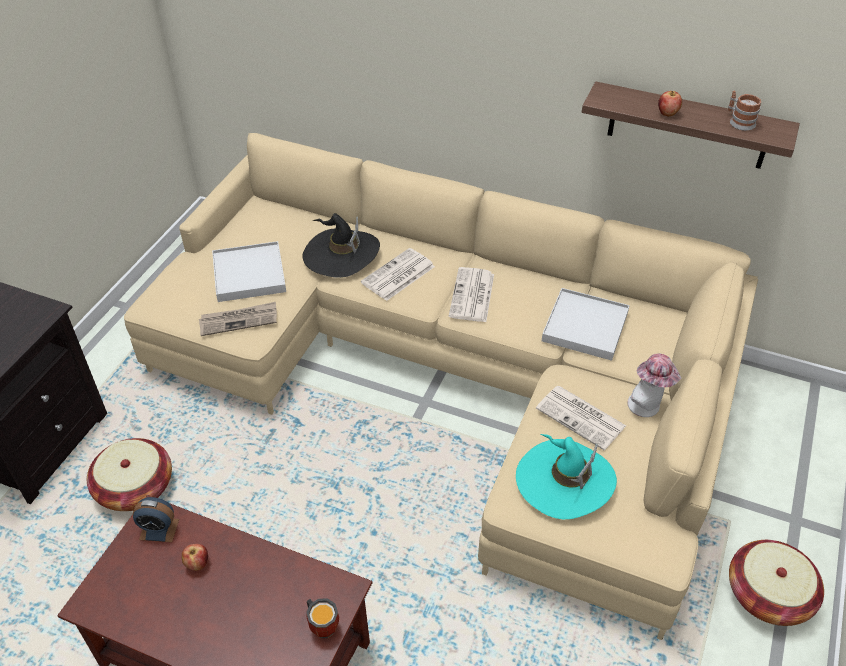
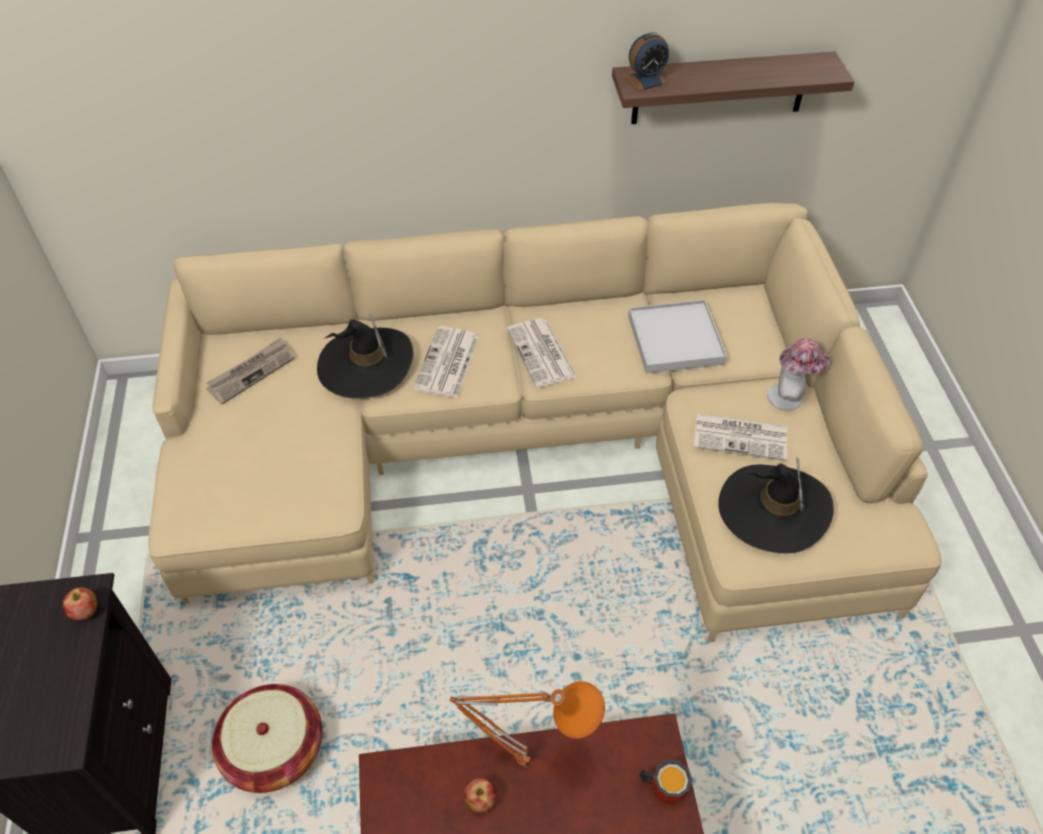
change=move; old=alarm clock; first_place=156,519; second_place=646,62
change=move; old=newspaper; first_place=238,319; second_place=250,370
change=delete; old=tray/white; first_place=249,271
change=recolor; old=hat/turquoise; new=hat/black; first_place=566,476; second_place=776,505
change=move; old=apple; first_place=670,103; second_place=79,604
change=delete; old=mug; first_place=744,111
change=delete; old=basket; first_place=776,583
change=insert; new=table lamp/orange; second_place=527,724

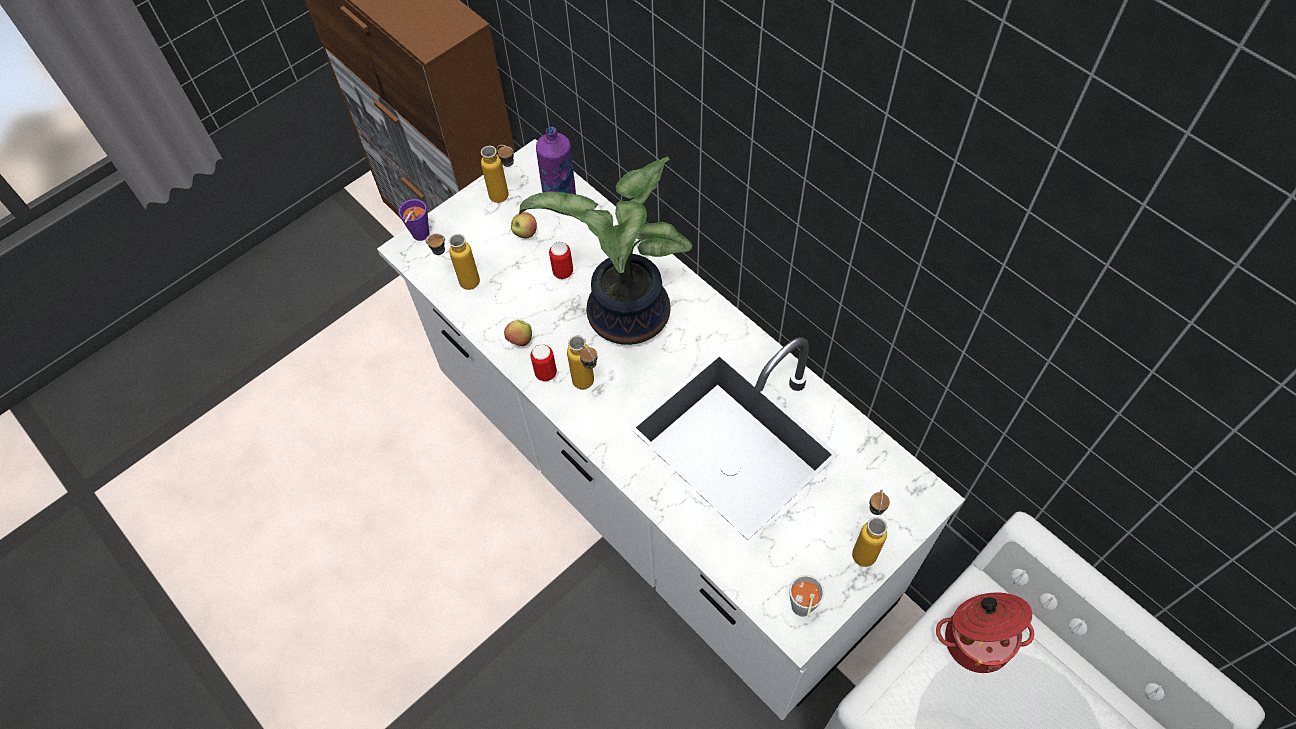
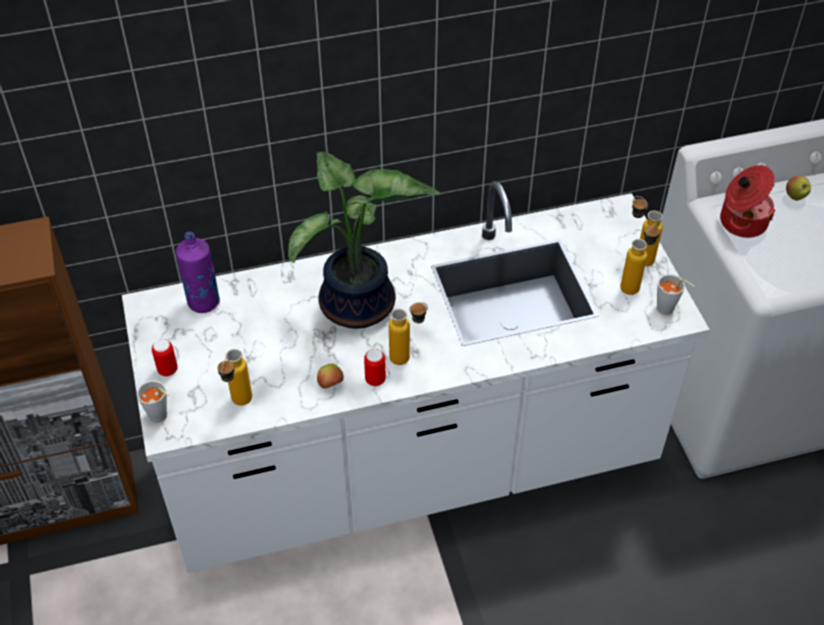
change=recolor; old=cup/purple; new=cup/grey; first_place=414,220; second_place=153,401
change=move; old=bottle; first_place=497,174; second_place=640,259
change=move; old=apple; first_place=524,225; second_place=798,188
change=move; old=can; first_place=561,260; second_place=165,357

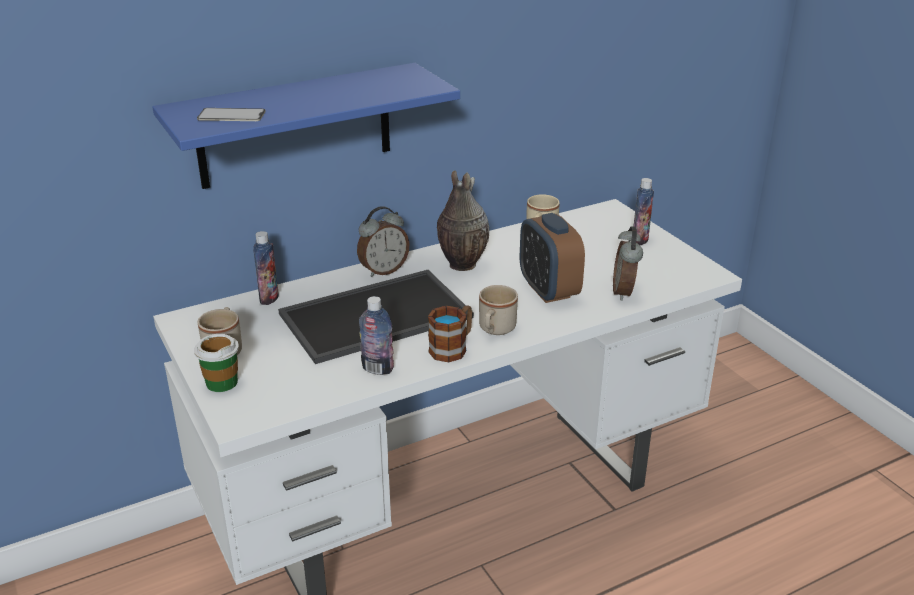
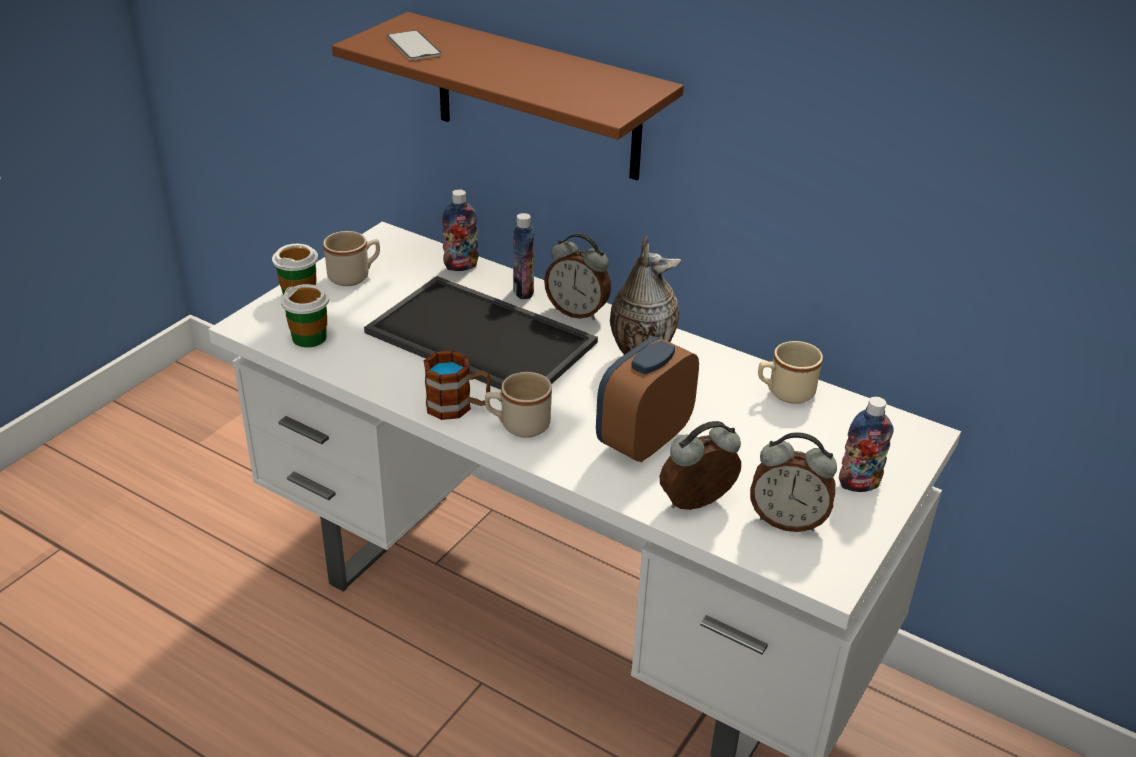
change=recolor; old=shelf/blue; new=shelf/brown; first_place=306,126; second_place=508,96
change=move; old=bottle; first_place=376,335; second_place=523,256
change=insert; new=cup; second_place=305,316
change=insert; new=alarm clock; second_place=793,482

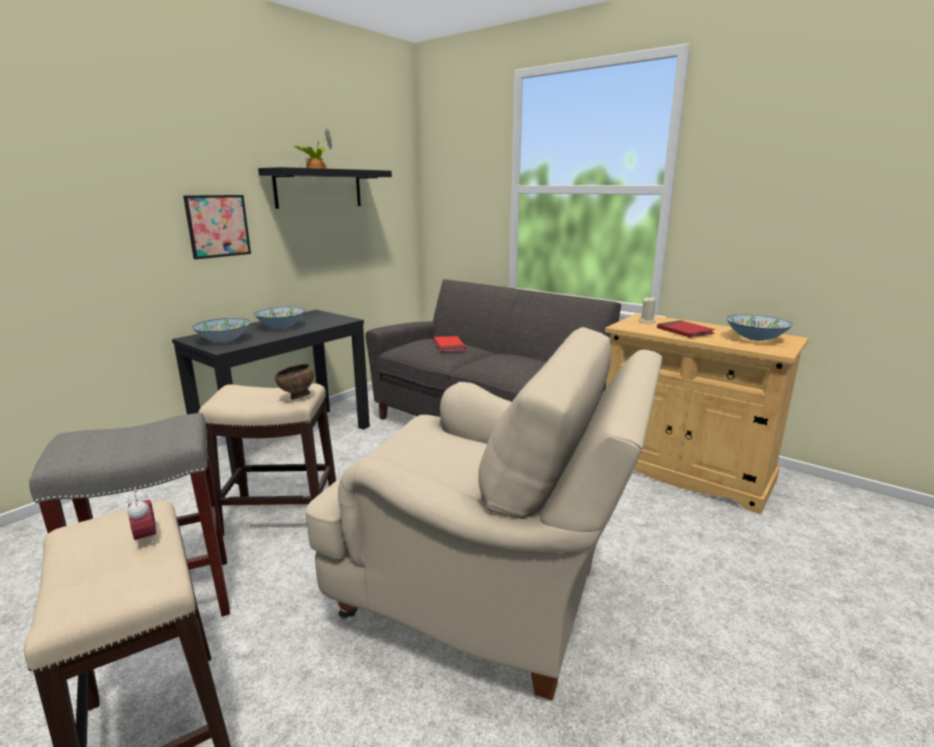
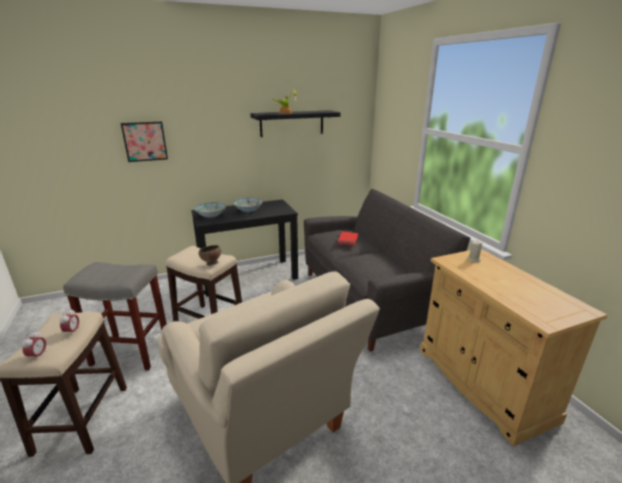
change=move; old=picture; first_place=217,227; second_place=144,142
change=delete; old=book/red; first_place=686,329
change=delete; old=bowl; first_place=759,328
change=insert; new=alarm clock; second_place=34,346

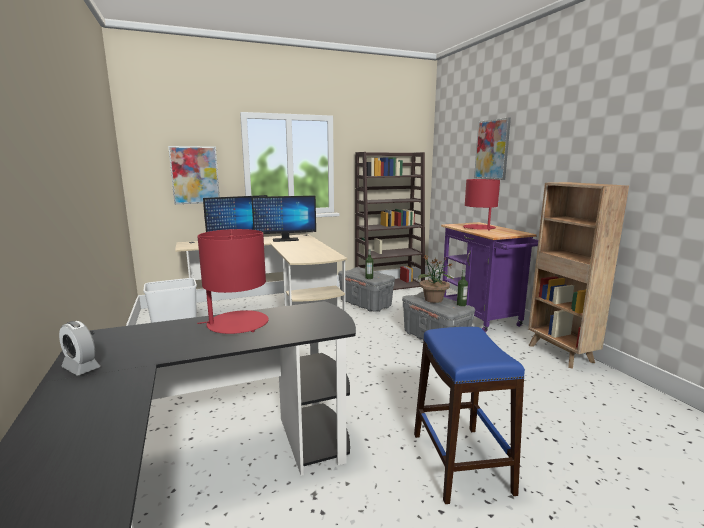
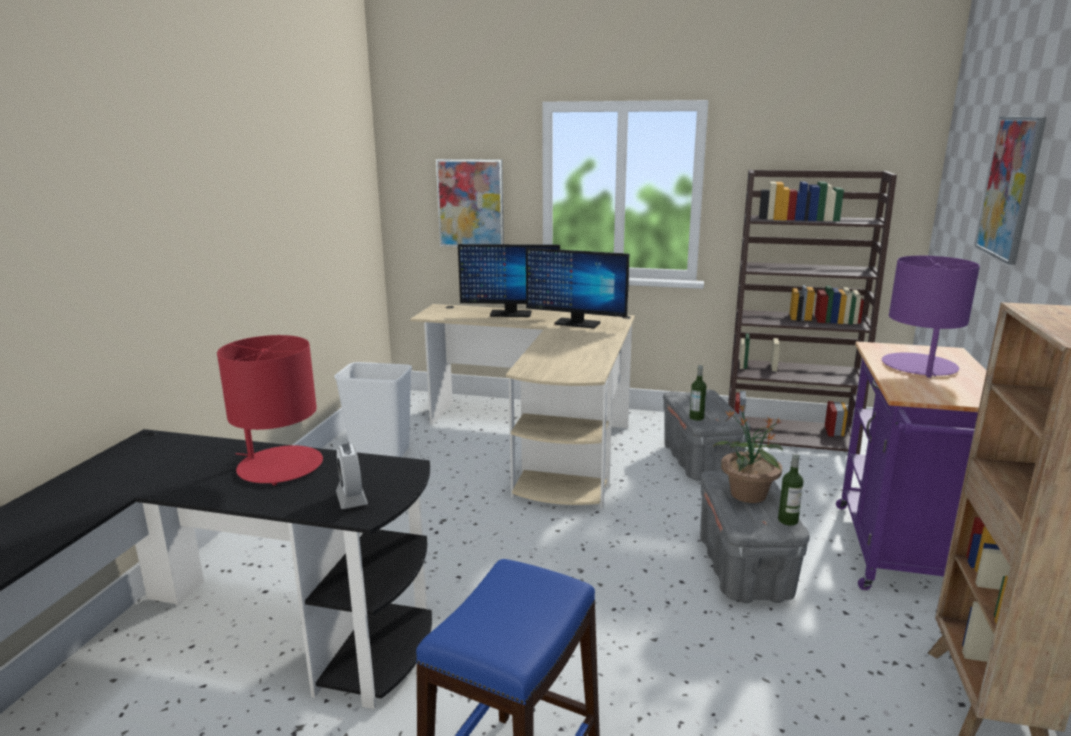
change=move; old=alarm clock; first_place=80,348; second_place=352,476
change=recolor; old=table lamp/red; new=table lamp/purple; first_place=481,205; second_place=931,317

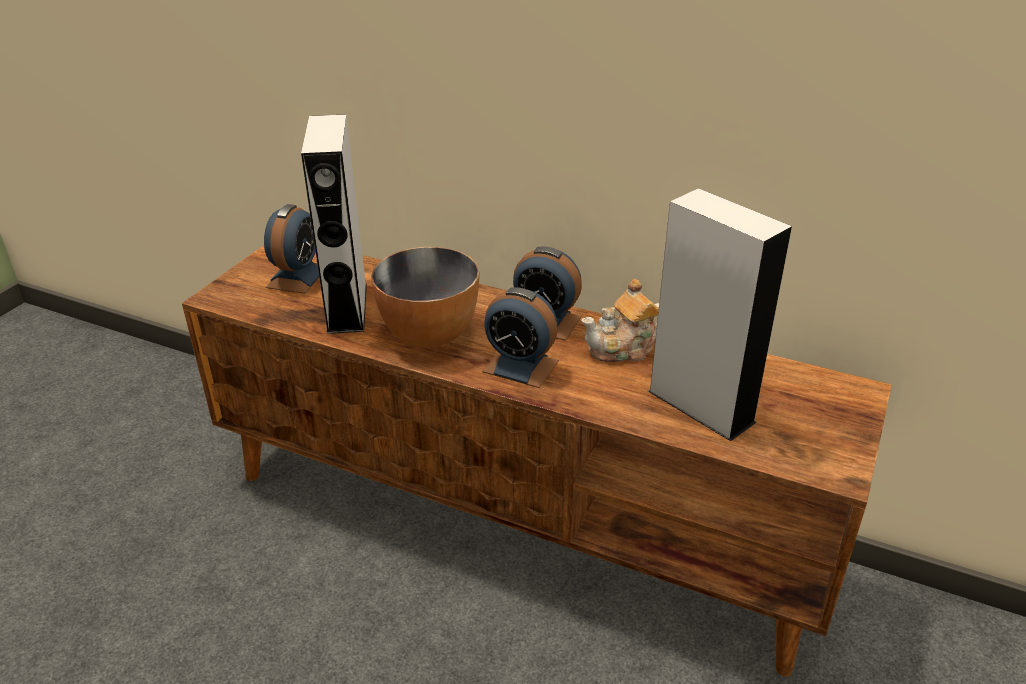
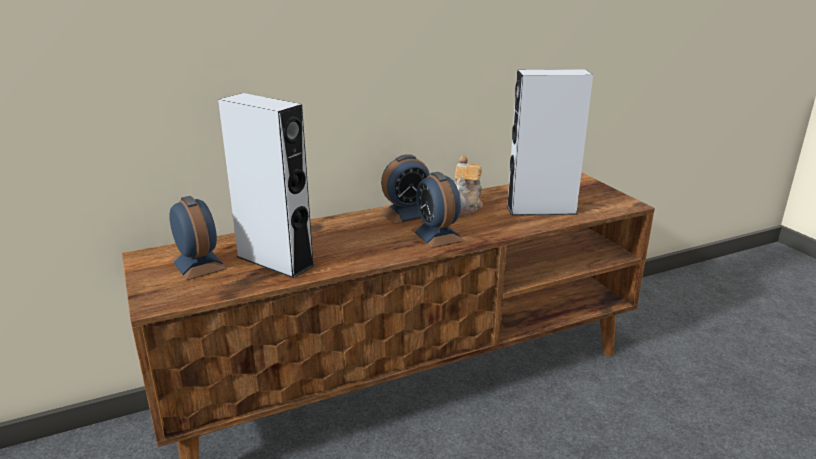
change=delete; old=bowl; first_place=425,297
change=rotate; old=alarm clock; first_place=520,337; second_place=437,210; degrees=90

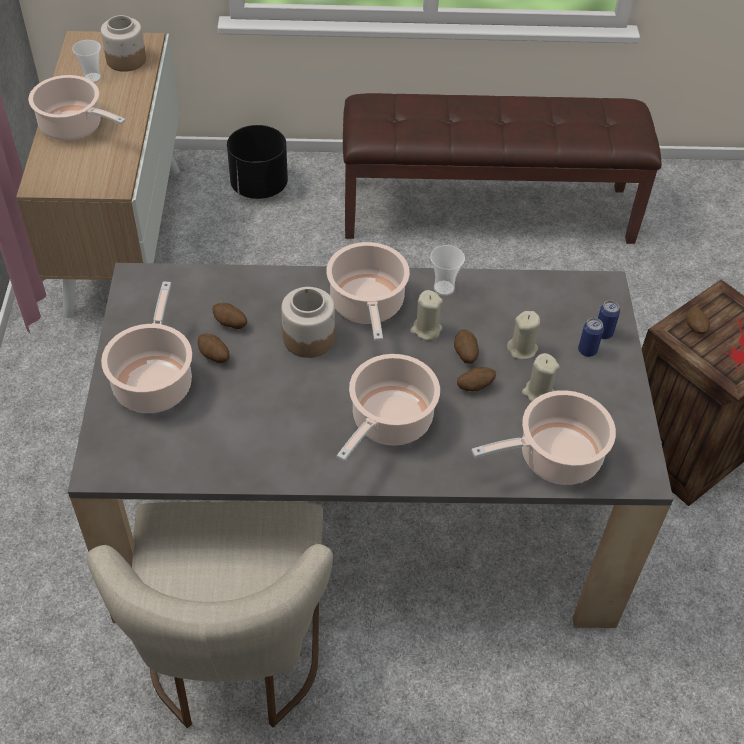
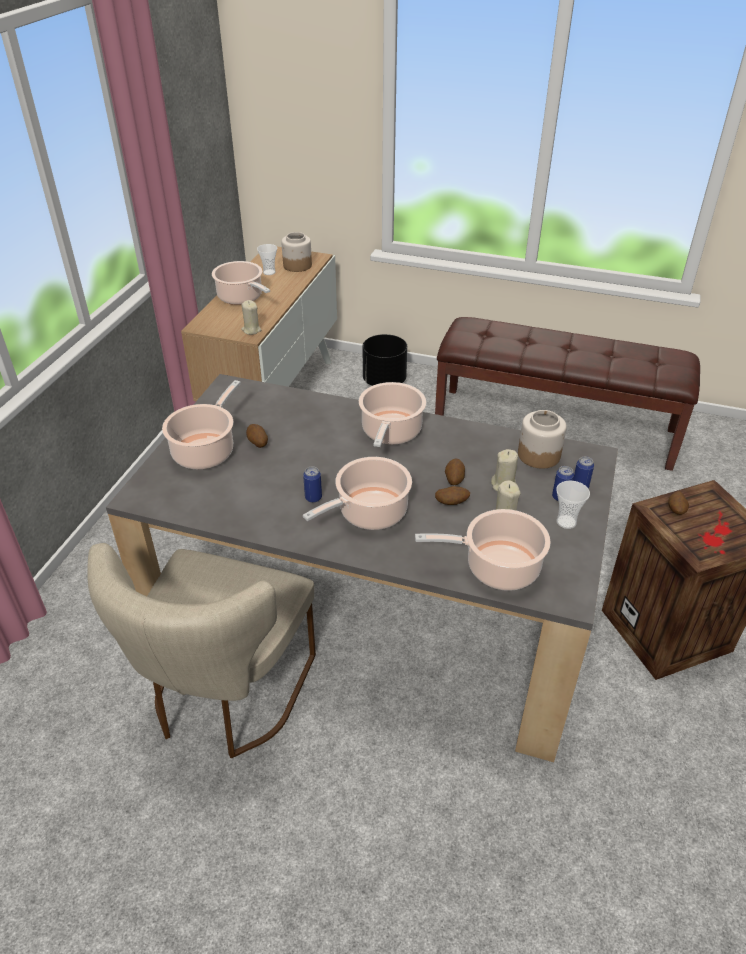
change=delete; old=potato; first_place=230,316
change=move; old=jar; first_place=308,322; second_place=542,439
change=move; old=candle/beige; first_place=426,315; second_place=251,317
change=move; old=cup; first_place=447,270; second_place=573,504
change=insert; new=can; second_place=312,484

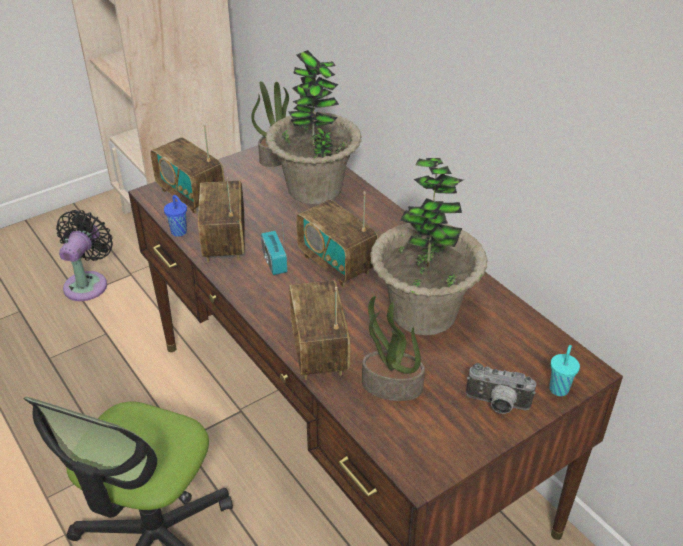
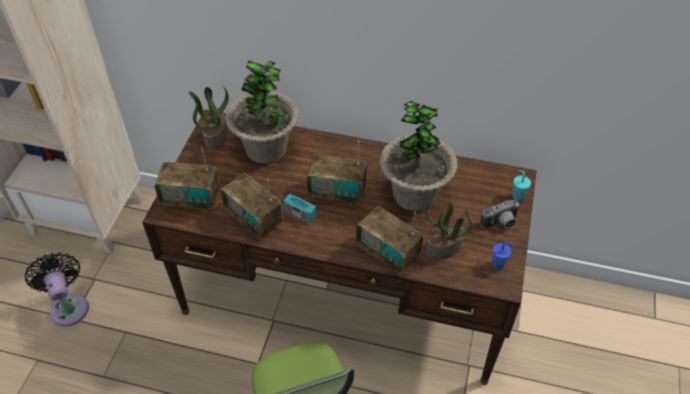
change=move; old=cup/blue; first_place=175,216; second_place=503,256

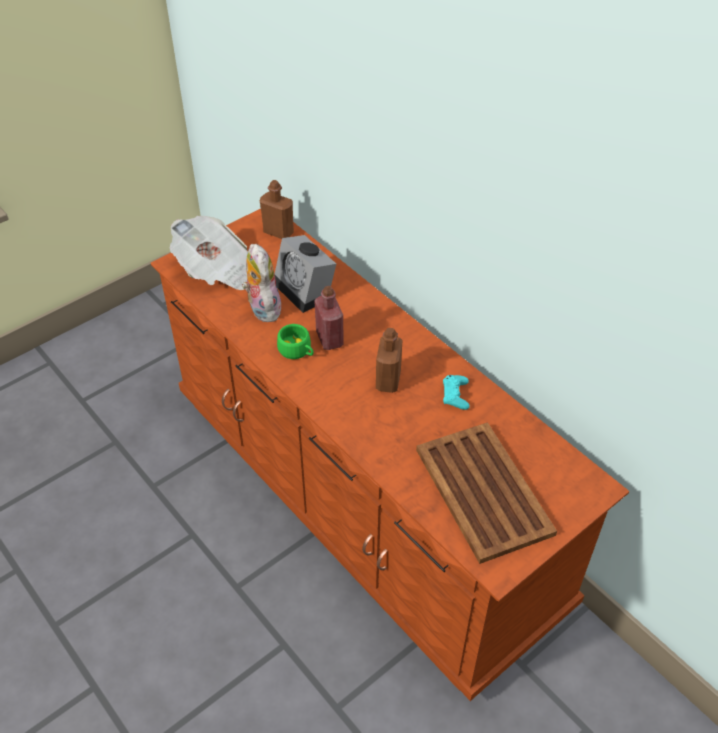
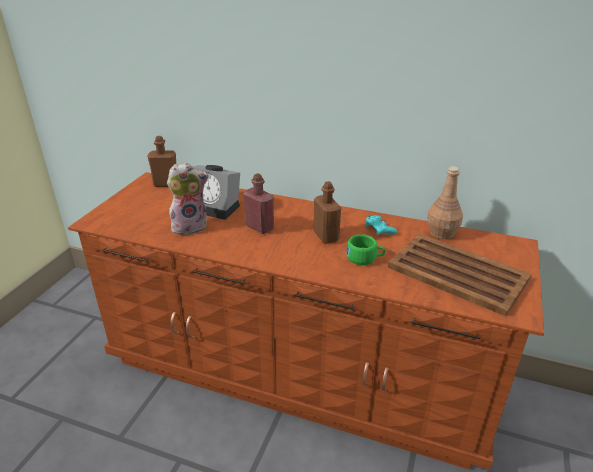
change=delete; old=newspaper; first_place=208,253
change=rotate; old=plush toy; first_place=261,283; second_place=188,199; degrees=120
change=move; old=cup/green; first_place=295,341; second_place=366,249
change=insert; new=bottle/brown; second_place=445,202

